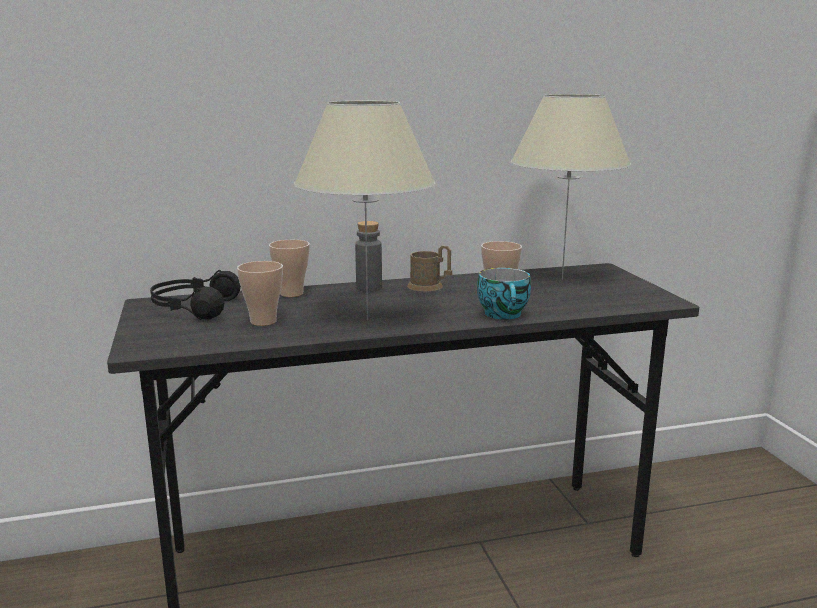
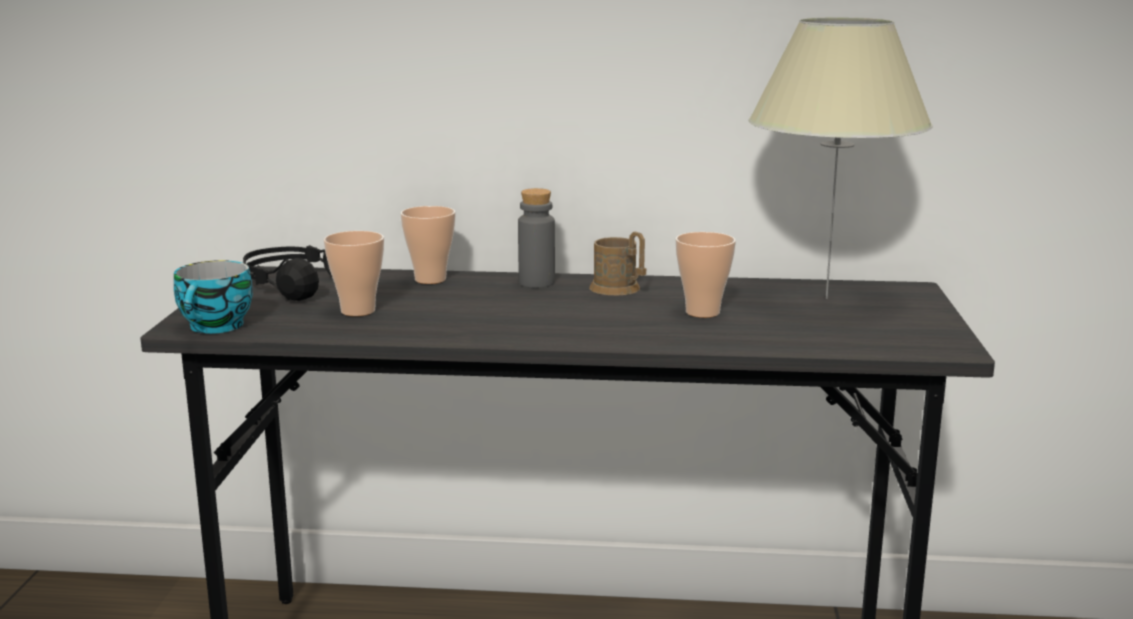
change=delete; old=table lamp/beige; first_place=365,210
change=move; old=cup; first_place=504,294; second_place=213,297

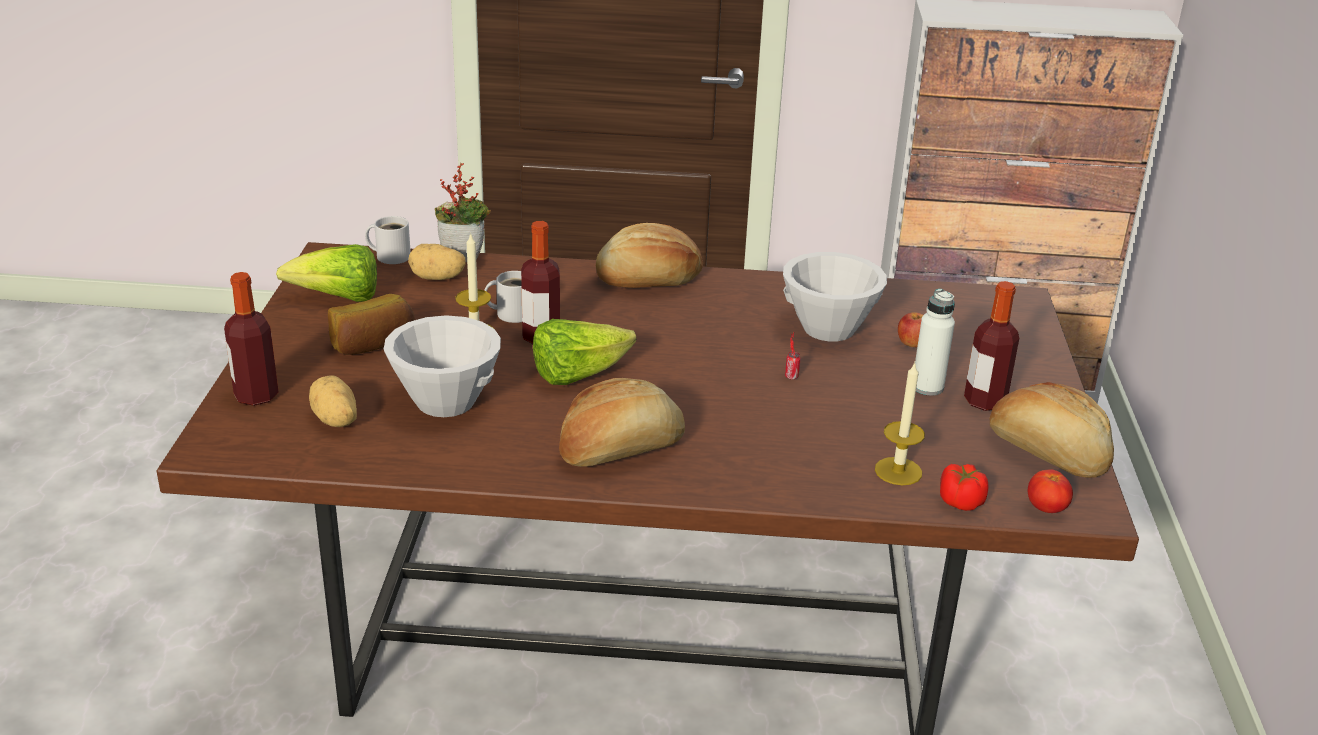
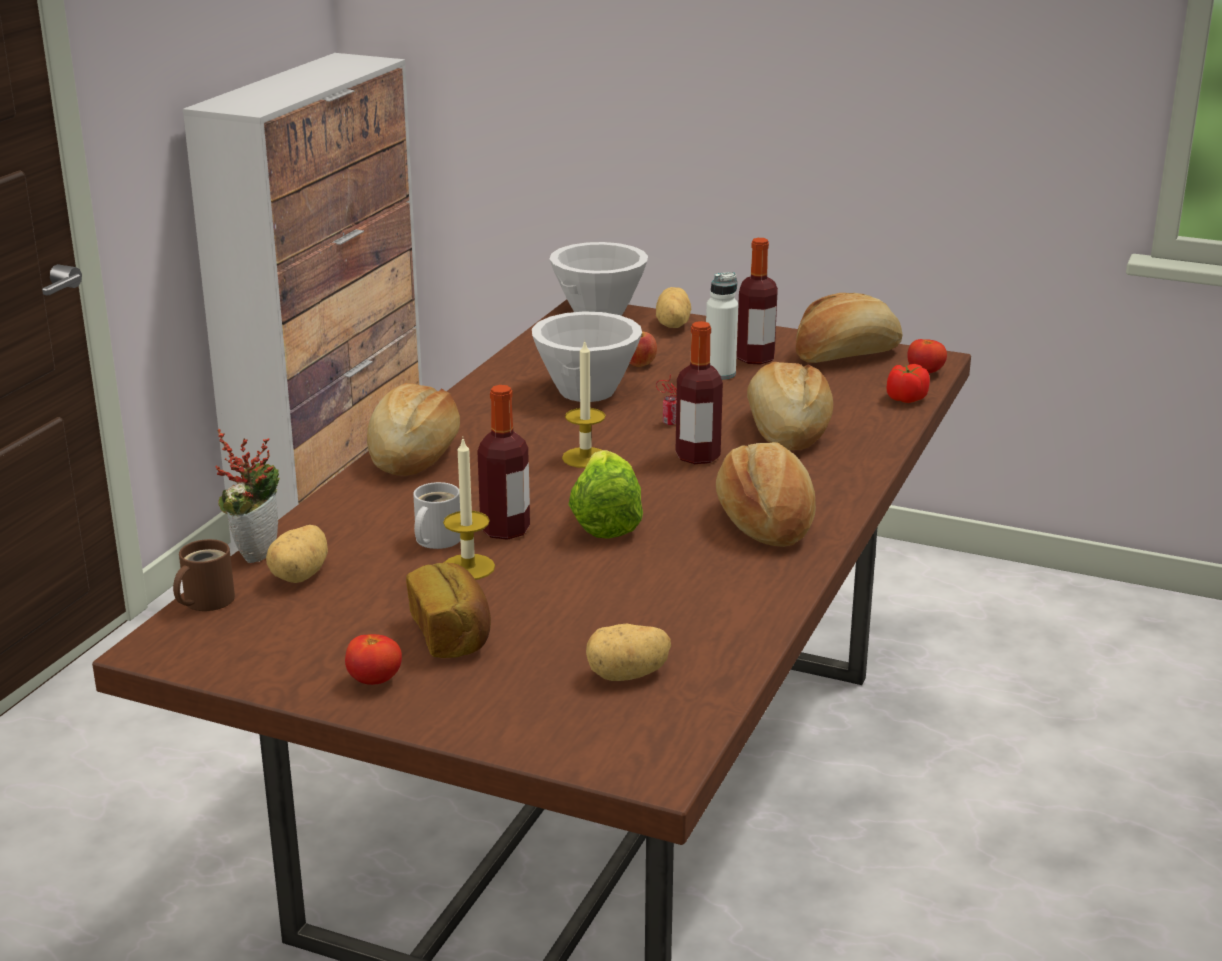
change=move; old=bottle; first_place=251,339; second_place=699,392
change=delete; old=lettuce; first_place=326,273
change=recolor; old=mug/white; new=mug/brown; first_place=388,240; second_place=204,575
change=move; old=bowl/white; first_place=442,366; second_place=599,279
change=move; old=candle; first_place=900,423; second_place=584,403
change=insert; new=tomato; second_place=373,659
change=insert; new=potato; second_place=674,307
change=insert; new=bread; second_place=790,406

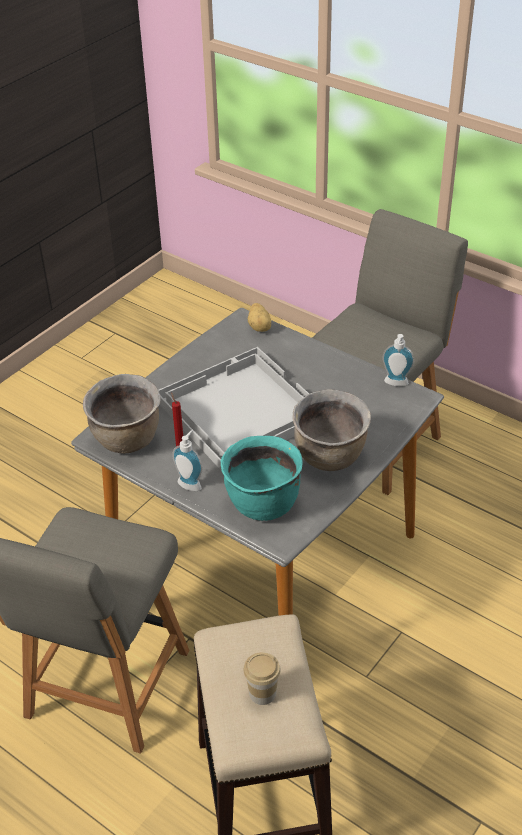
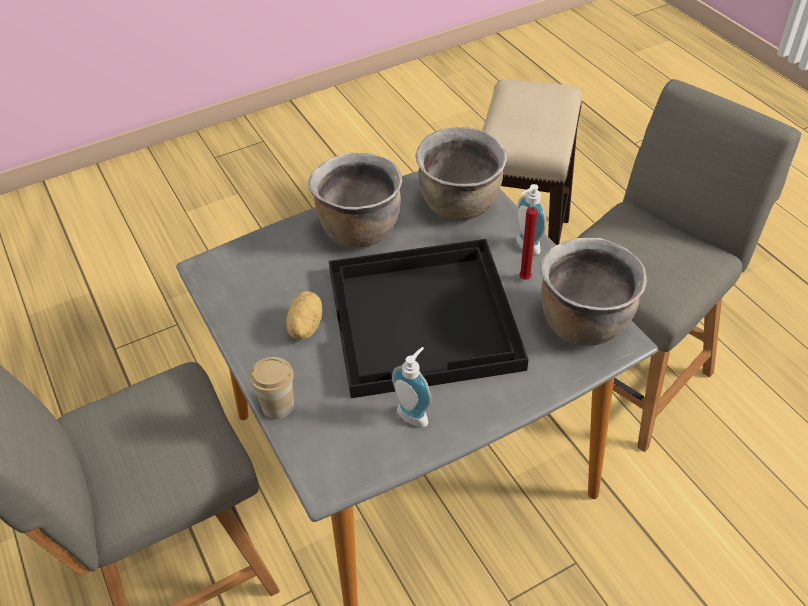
change=recolor; old=tray/white; new=tray/black; first_place=234,409; second_place=429,318
change=recolor; old=cooking pot/turquoise; new=cooking pot/brown; first_place=262,478; second_place=461,173
change=move; old=cup; first_place=262,678; second_place=271,388
change=move; old=potato; first_place=259,317; second_place=304,315
change=move; old=soap dispenser; first_place=398,360; second_place=411,387

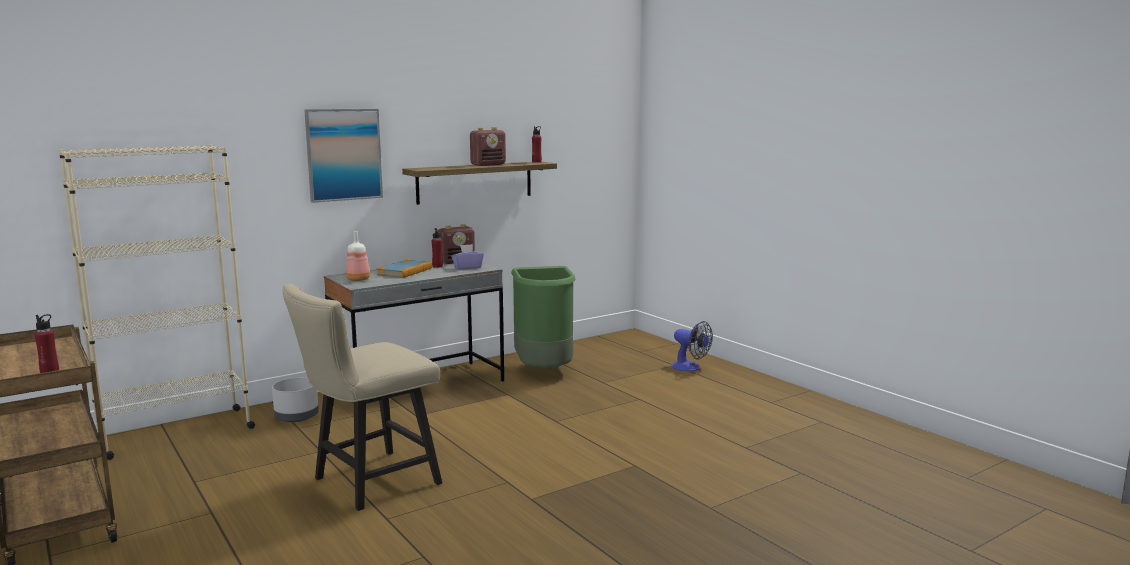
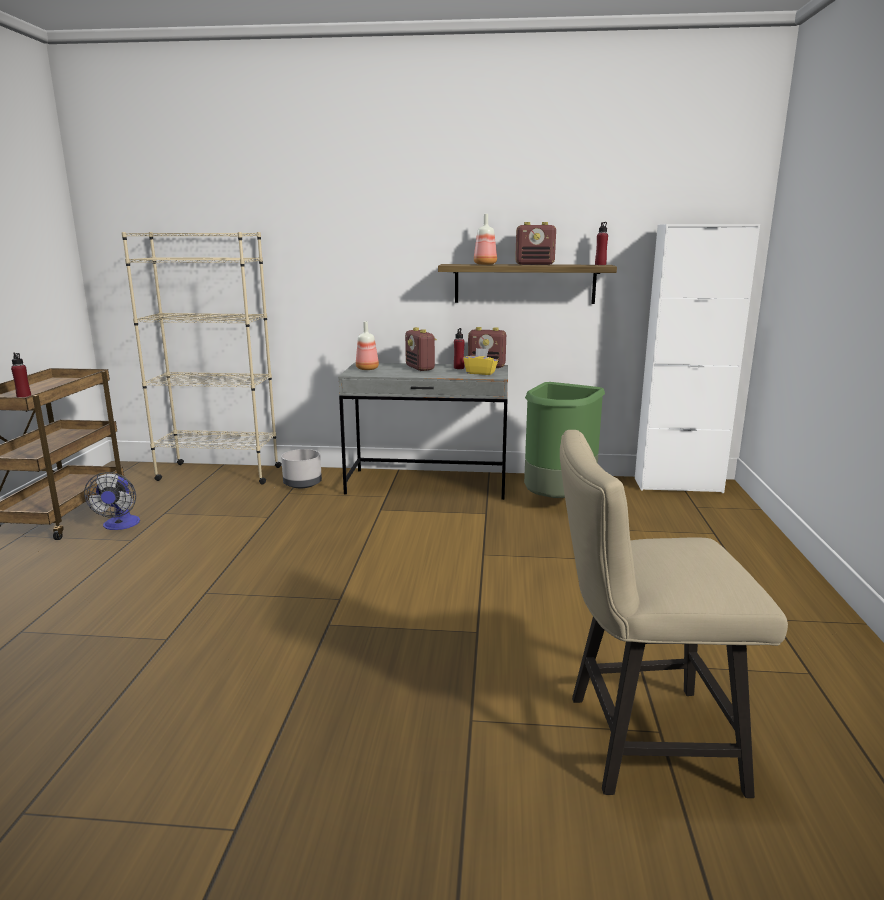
change=move; old=chair/beige; first_place=362,397; second_place=674,614
change=delete; old=picture; first_place=343,156
change=replace; old=book; new=radio; first_place=404,269; second_place=421,349
change=recolor; old=tissue box/purple; new=tissue box/yellow; first_place=467,257; second_place=480,361
change=move; old=fan; first_place=692,346; second_place=112,501
change=insert; new=bottle; second_place=485,239
change=insert; new=cabinet/white; second_place=697,358

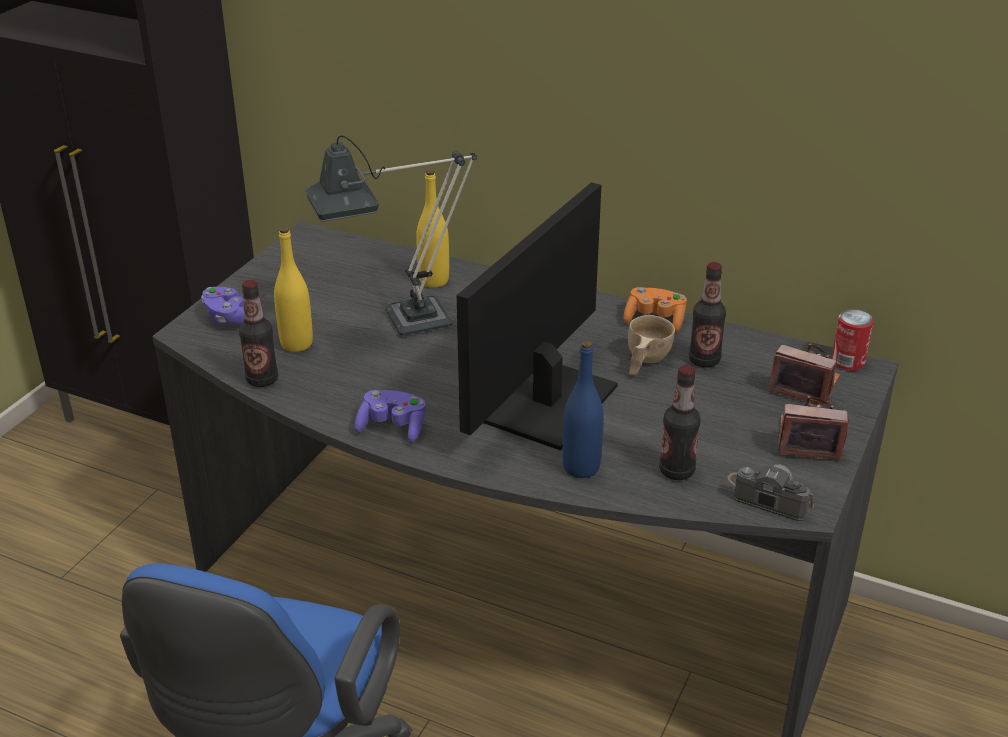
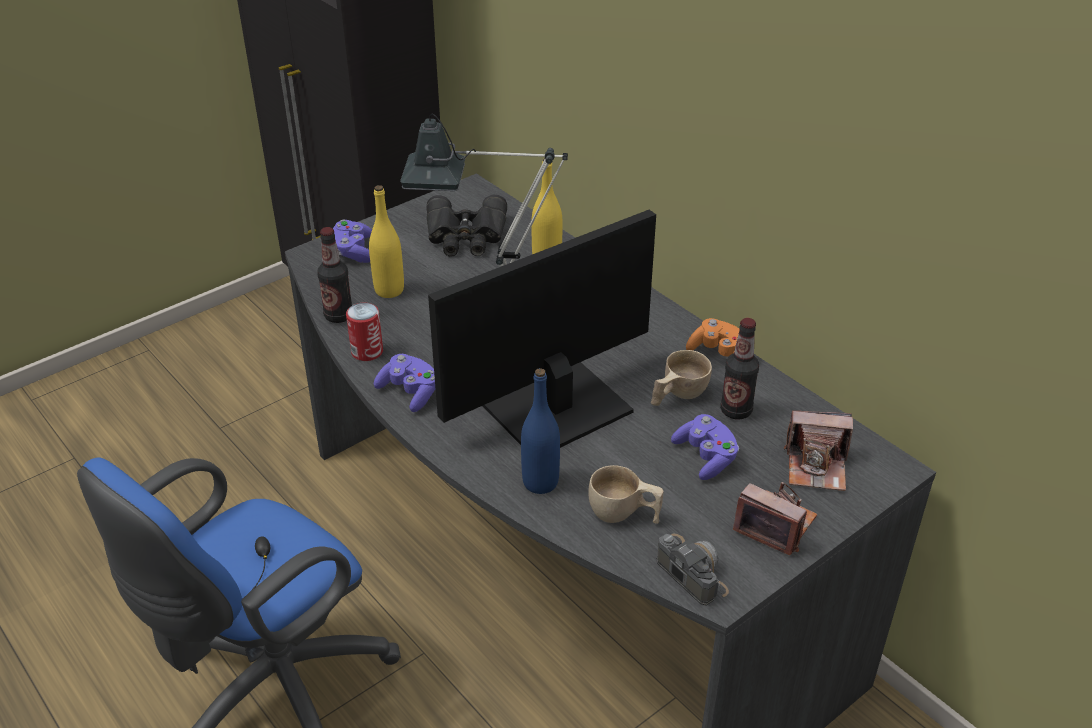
change=replace; old=bottle; new=cup/beige; first_place=680,422; second_place=626,494
change=rotate; old=photo camera; first_place=804,374; second_place=818,451; degrees=135
change=move; old=can; first_place=852,340; second_place=364,332
change=insert; new=binoculars/black; second_place=466,226
change=insert; new=game controller/purple; second_place=705,447

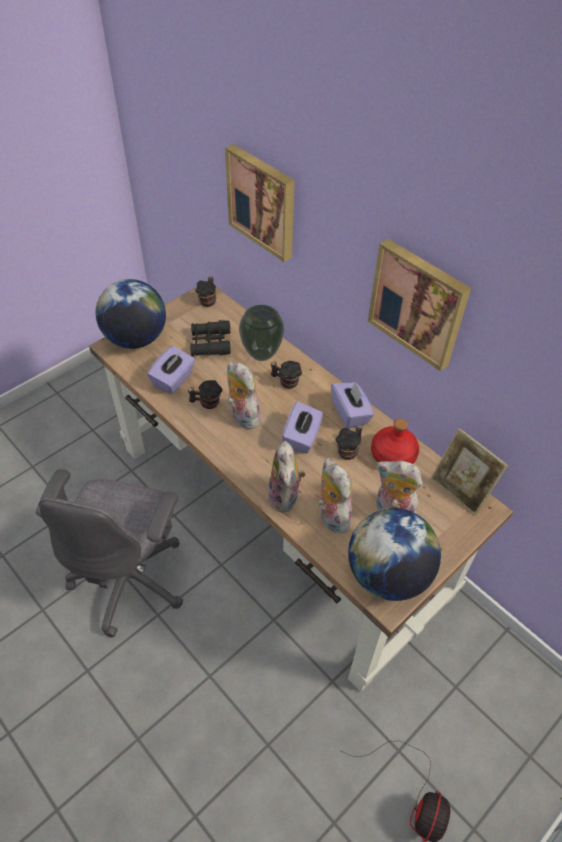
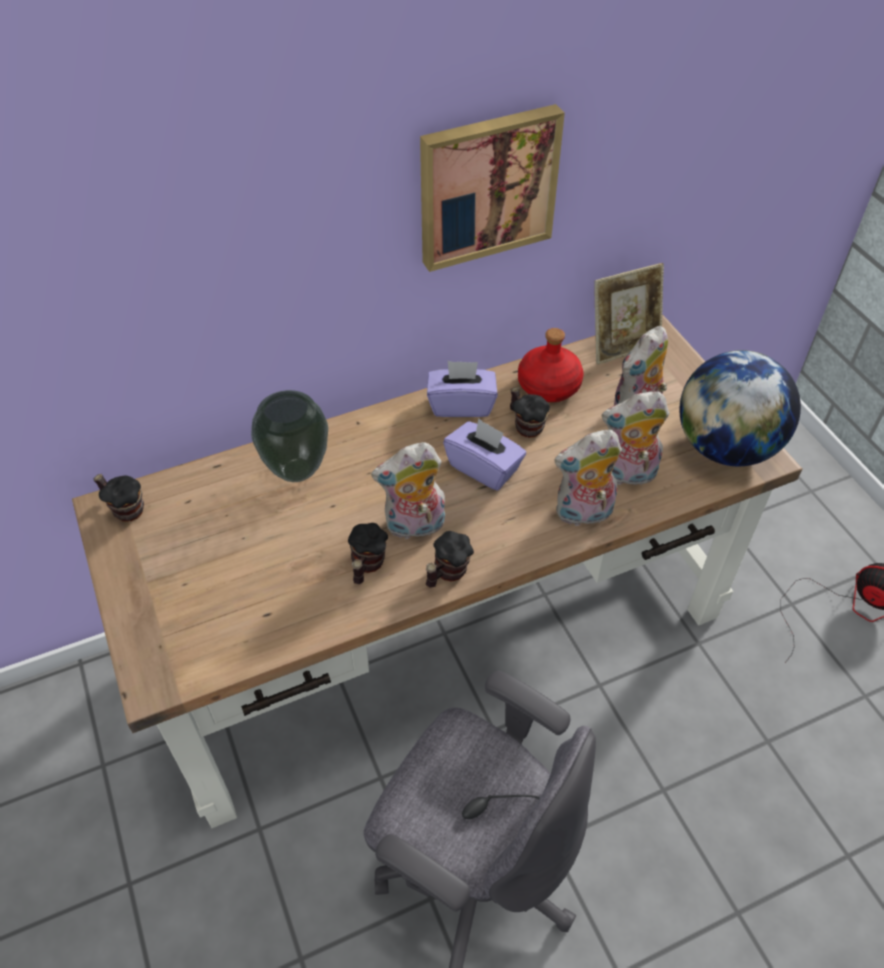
change=delete; old=globe; first_place=131,314
change=delete; old=tissue box/purple; first_place=171,370
change=delete; old=binoculars/black; first_place=210,338
change=delete; old=picture; first_place=260,203
change=rotate; old=plush toy; first_place=287,477; second_place=588,478; degrees=150
change=move; old=mug; first_place=286,375; second_place=449,559

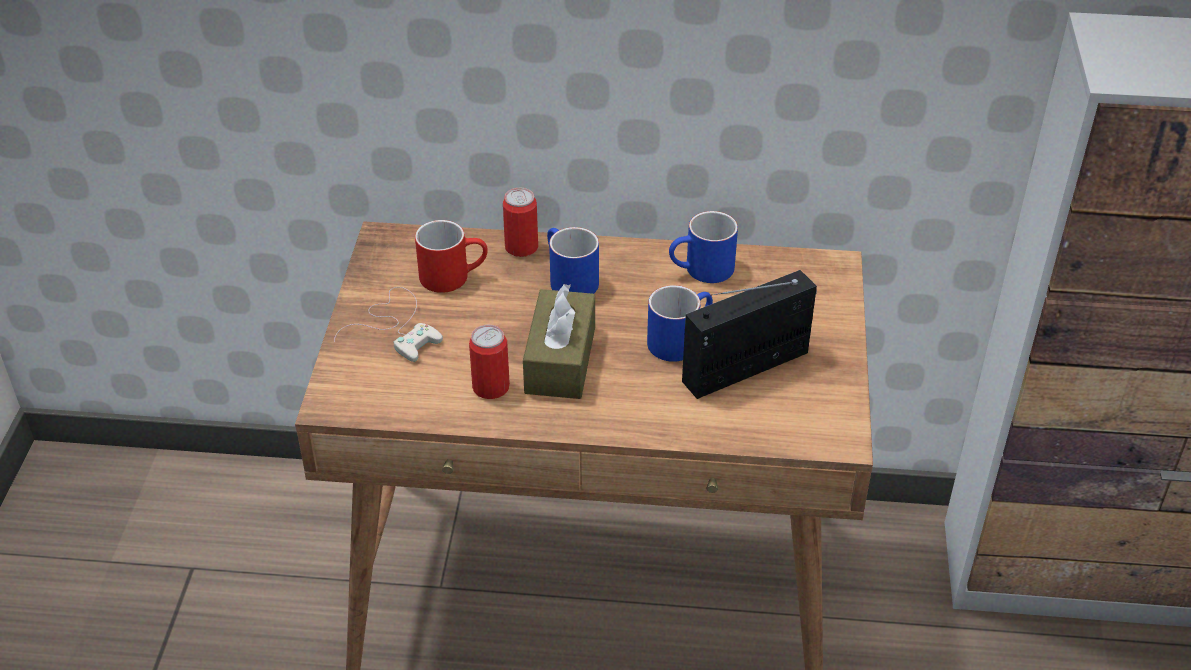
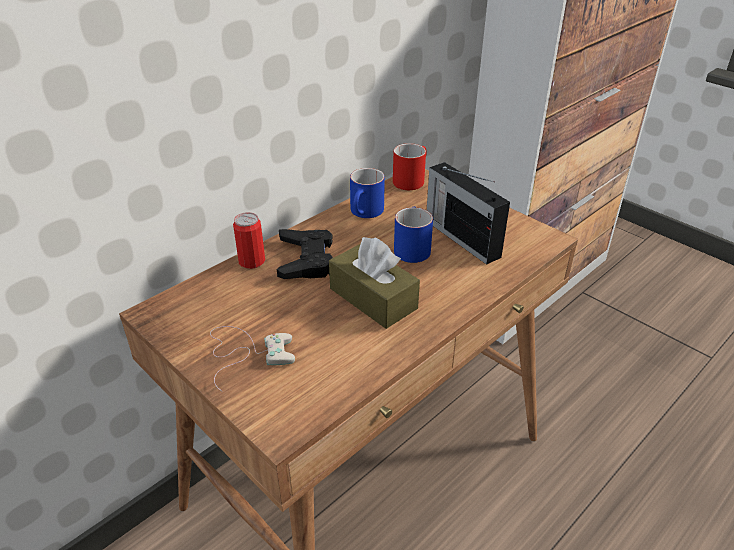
change=move; old=mug/red; first_place=451,256; second_place=410,166
change=delete; old=can; first_place=489,362
change=replace; old=mug/blue; new=game controller/black; first_place=573,260; second_place=305,254
change=rotate; old=radio; first_place=749,334; second_place=468,213; degrees=-45

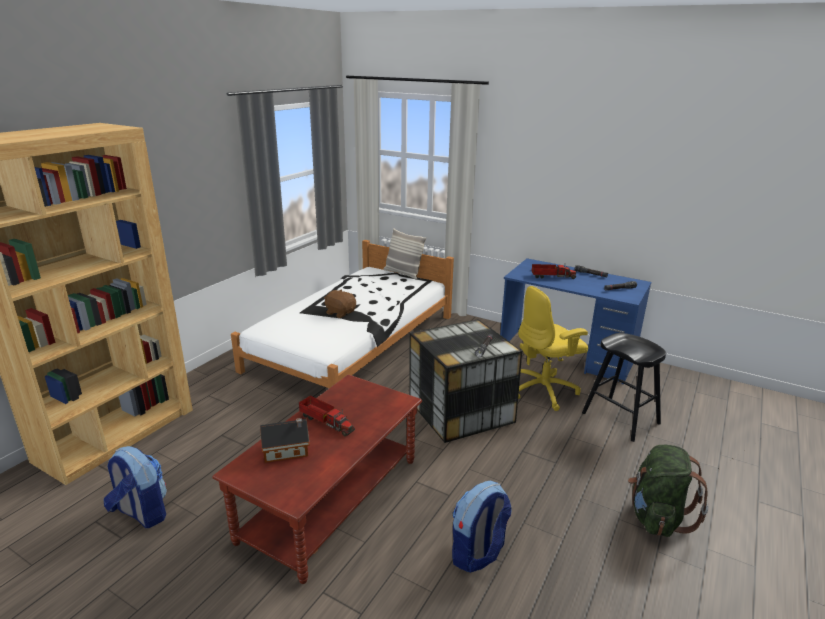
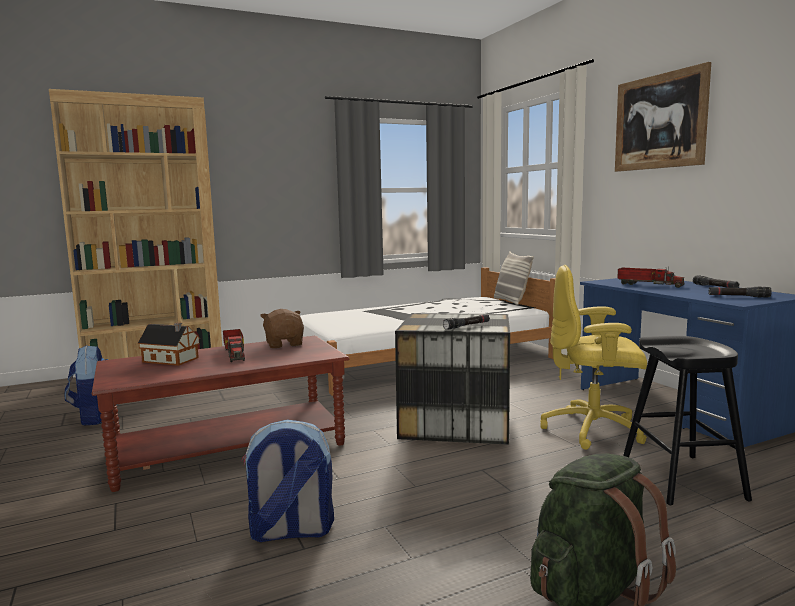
change=move; old=plush toy/brown; first_place=340,303; second_place=282,328
change=insert; new=picture; second_place=663,117

